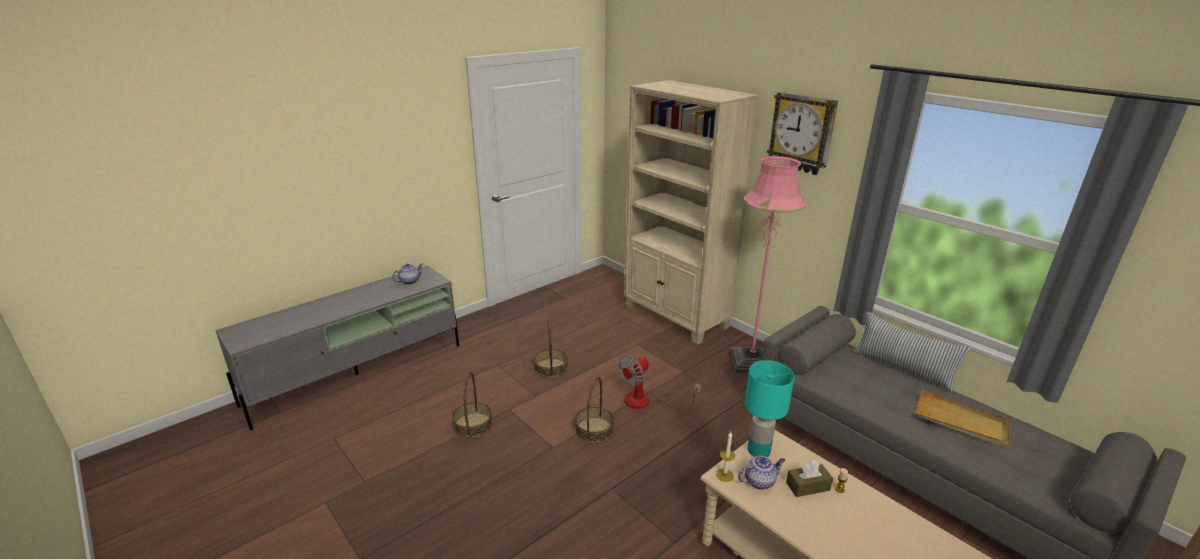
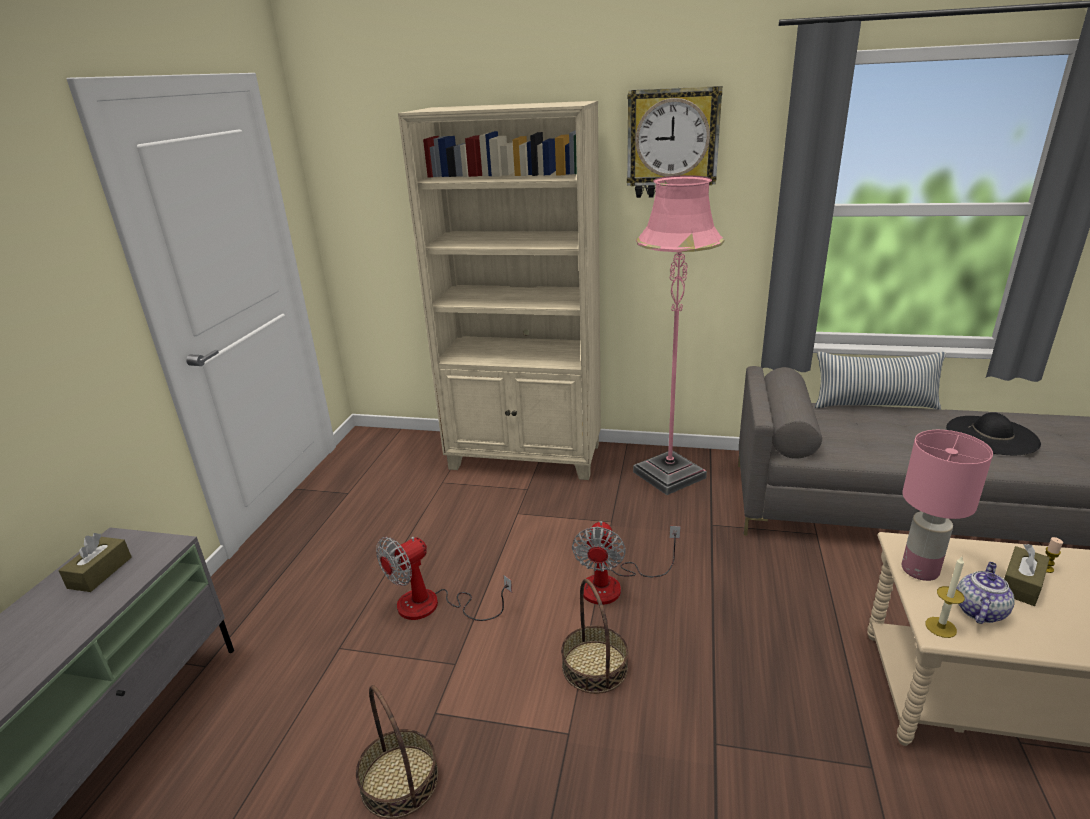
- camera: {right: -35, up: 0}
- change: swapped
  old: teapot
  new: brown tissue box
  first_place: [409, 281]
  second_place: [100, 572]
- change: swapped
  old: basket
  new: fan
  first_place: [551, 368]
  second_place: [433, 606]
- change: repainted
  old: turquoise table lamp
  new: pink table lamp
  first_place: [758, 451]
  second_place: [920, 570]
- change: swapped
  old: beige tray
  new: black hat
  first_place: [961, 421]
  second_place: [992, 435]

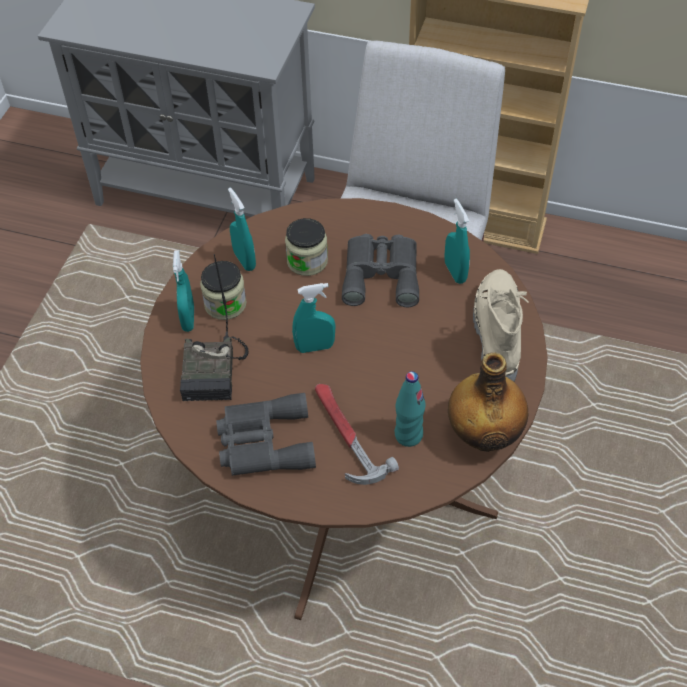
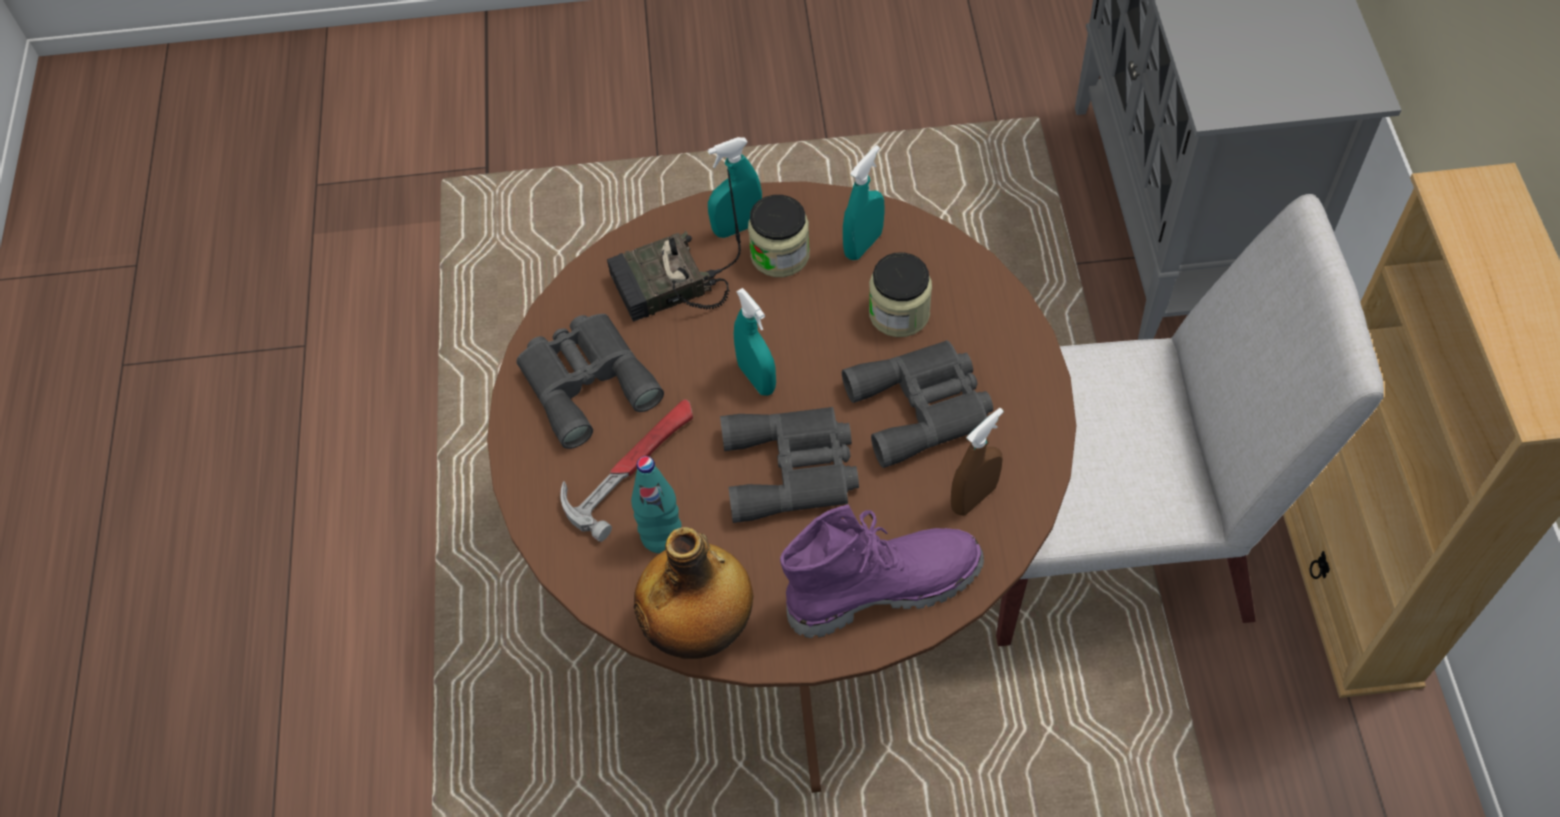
- camera: {right: 70, up: 5}
- change: new
  new: grey binoculars
  second_place: [793, 470]
- change: repainted
  old: beige boot
  new: purple boot
  first_place: [495, 334]
  second_place: [883, 587]
- change: repainted
  old: turquoise spray bottle
  new: brown spray bottle
  first_place: [455, 272]
  second_place: [973, 497]

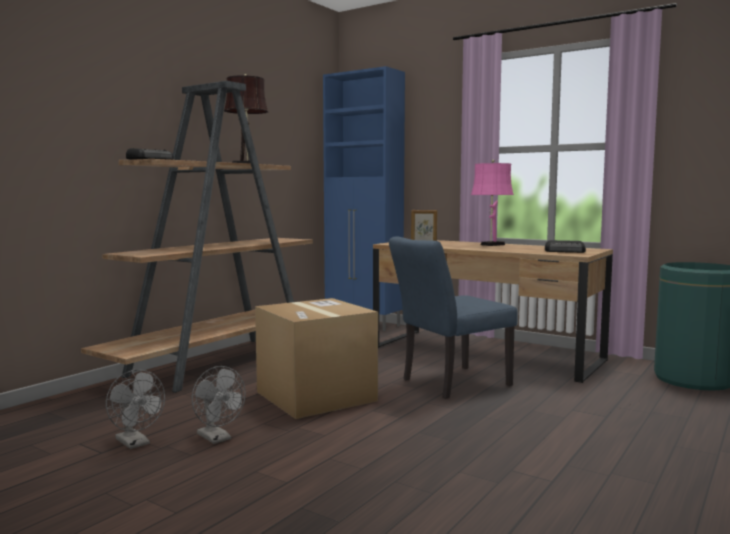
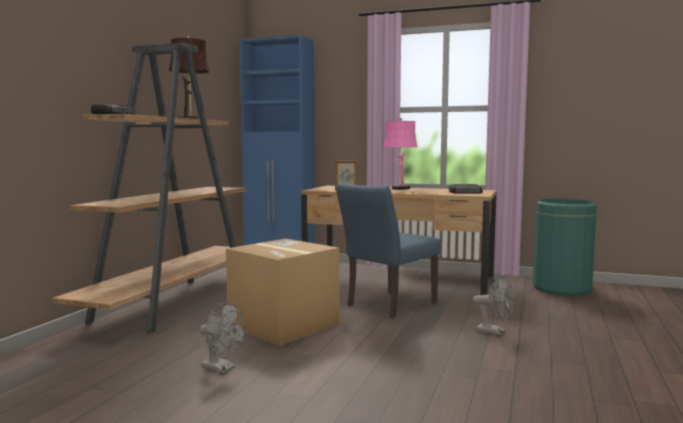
- camera: {right: -15, up: 0}
- change: shifted
  old: grey fan
  first_place: [136, 443]
  second_place: [495, 332]

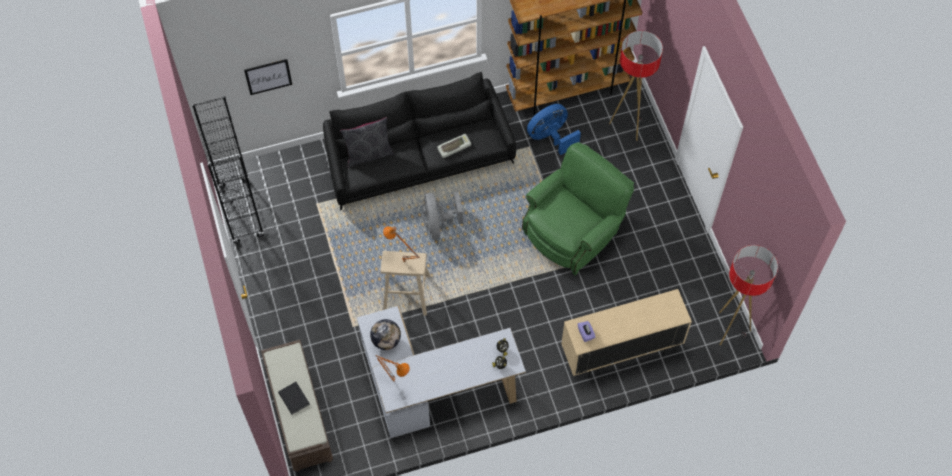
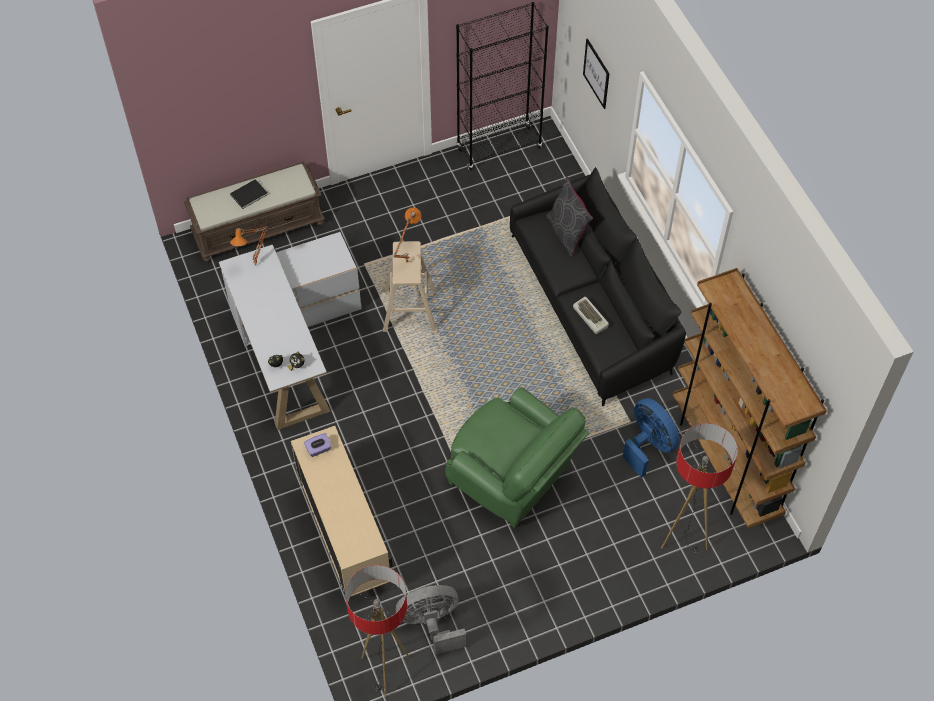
- camera: {right: 85, up: -5}
- change: shifted
  old: grey fan
  first_place: [438, 224]
  second_place: [432, 624]
- change: gone
  old: globe
  first_place: [386, 340]

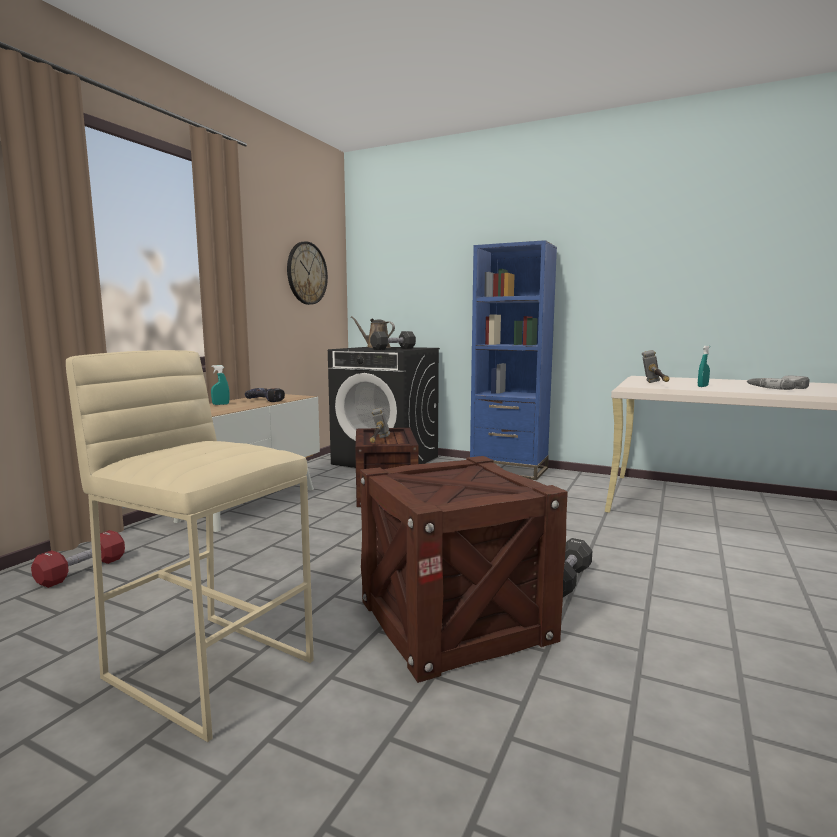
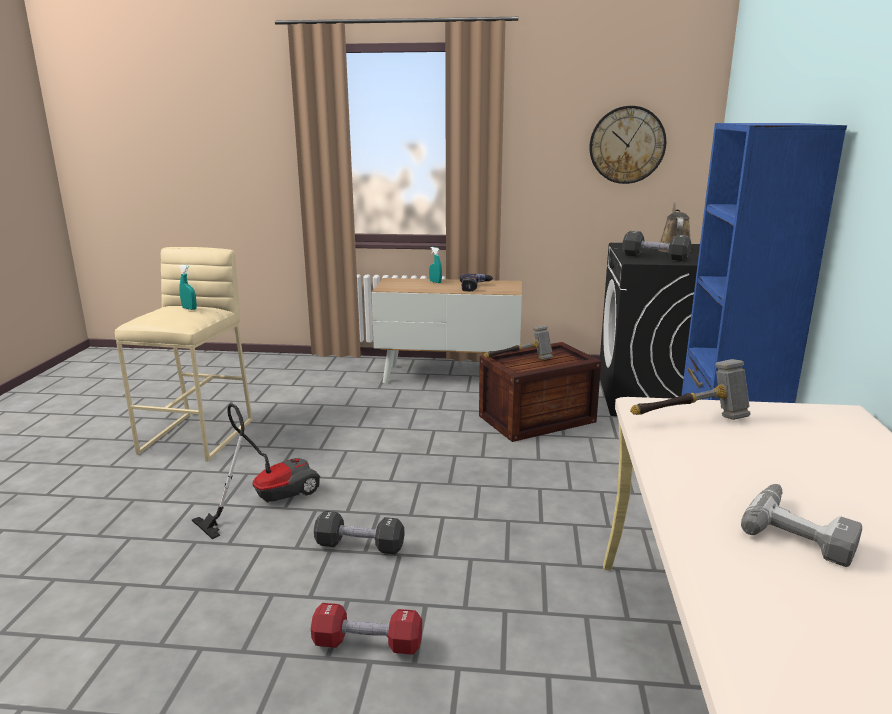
- camera: {right: 70, up: 10}
- change: shifted
  old: turquoise spray bottle
  first_place: [702, 386]
  second_place: [189, 309]
- change: swapped
  old: crate
  new: vacuum cleaner
  first_place: [454, 620]
  second_place: [267, 499]
- change: shifted
  old: red dumbbell
  first_place: [82, 571]
  second_place: [367, 644]

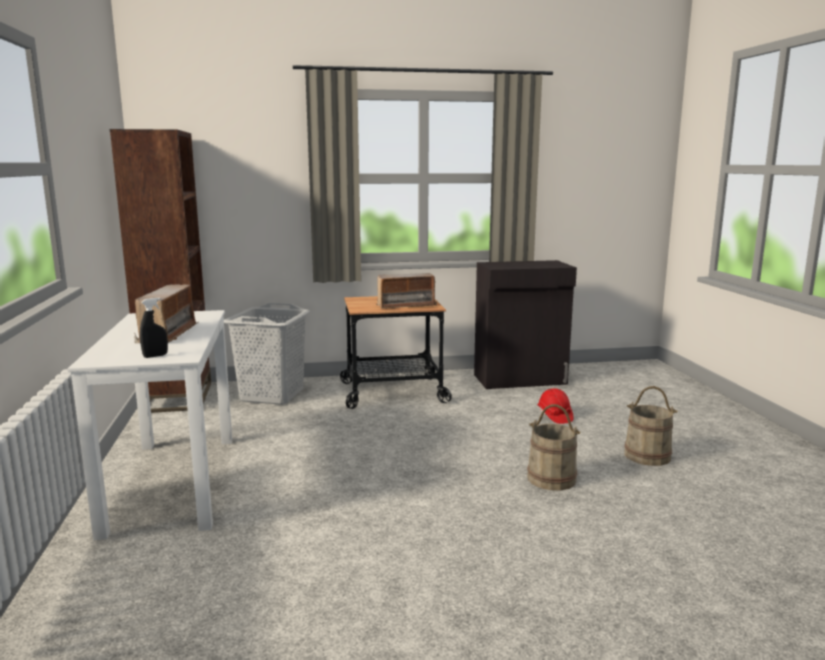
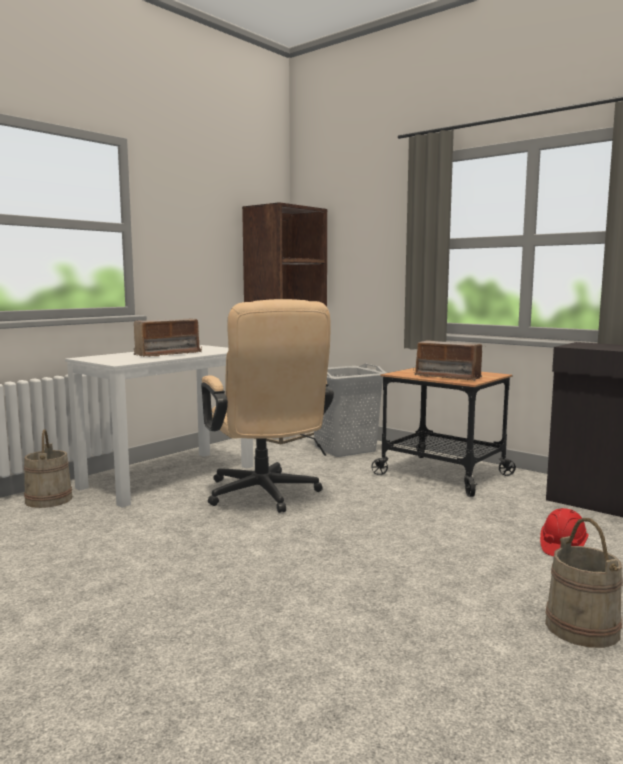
- camera: {right: 50, up: -5}
- change: shifted
  old: beige bucket
  first_place: [551, 478]
  second_place: [49, 500]
- change: new
  new: beige office chair
  second_place: [265, 496]
- change: gone
  old: black spray bottle
  first_place: [155, 356]

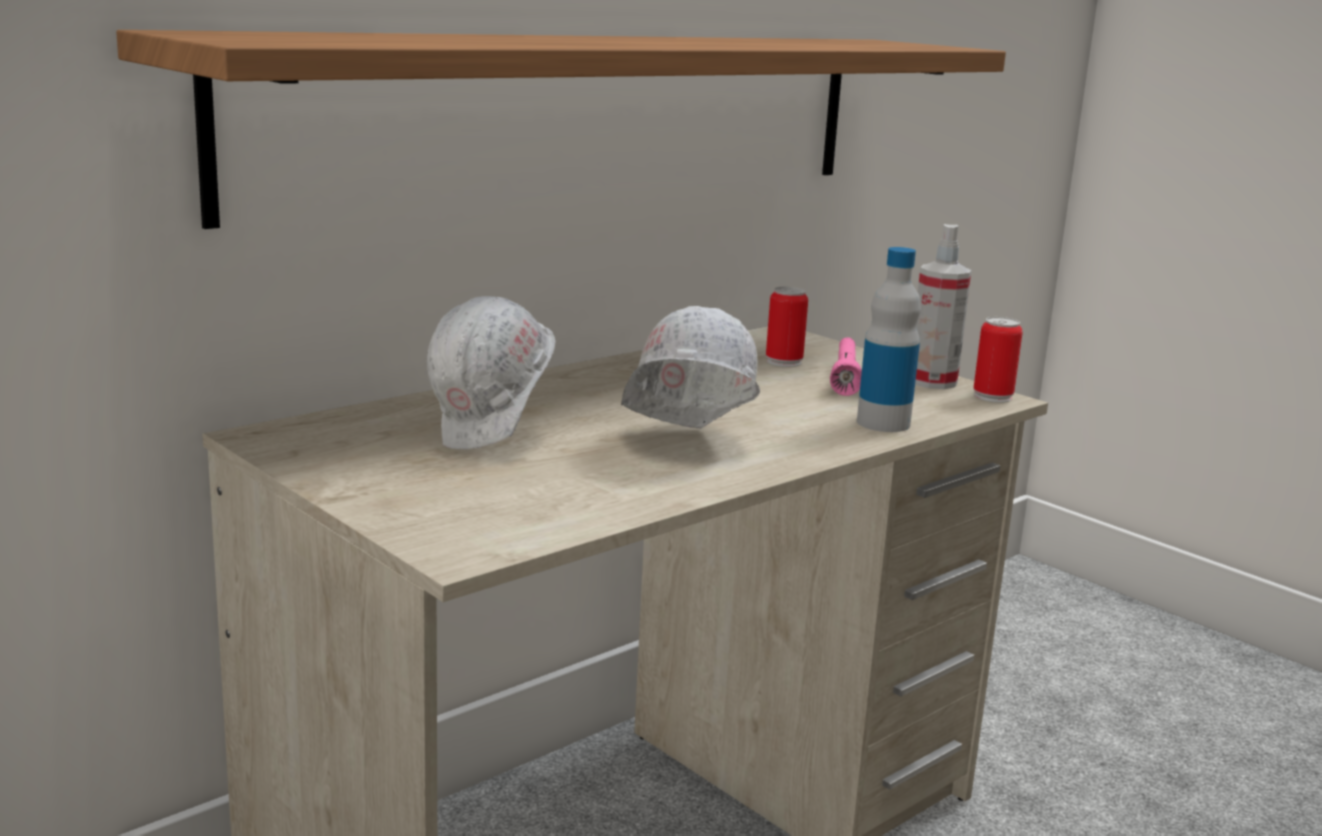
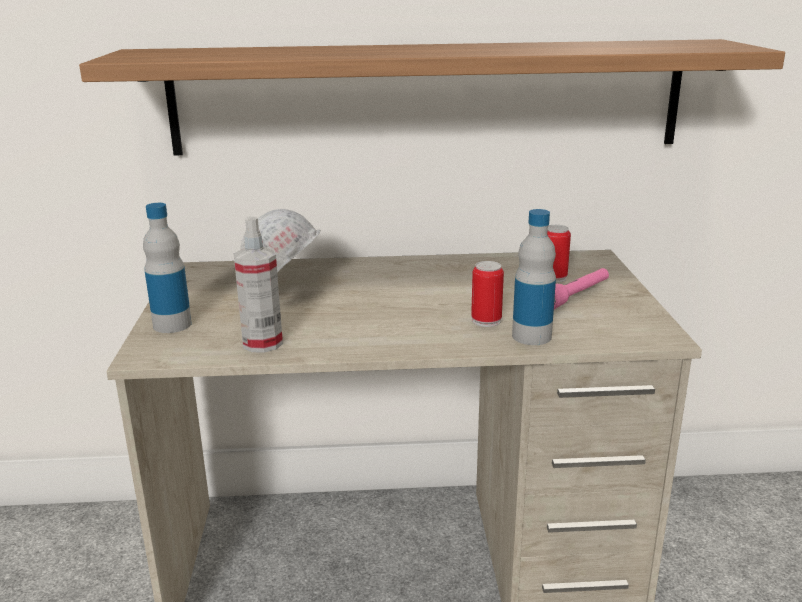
- camera: {right: 40, up: 5}
- change: new
  new: bottle
  second_place: [172, 325]
- change: shifted
  old: spray bottle
  first_place: [932, 381]
  second_place: [262, 343]
- change: shifted
  old: can
  first_place: [992, 396]
  second_place: [486, 321]
- change: gone
  old: white hard hat
  first_place: [685, 444]

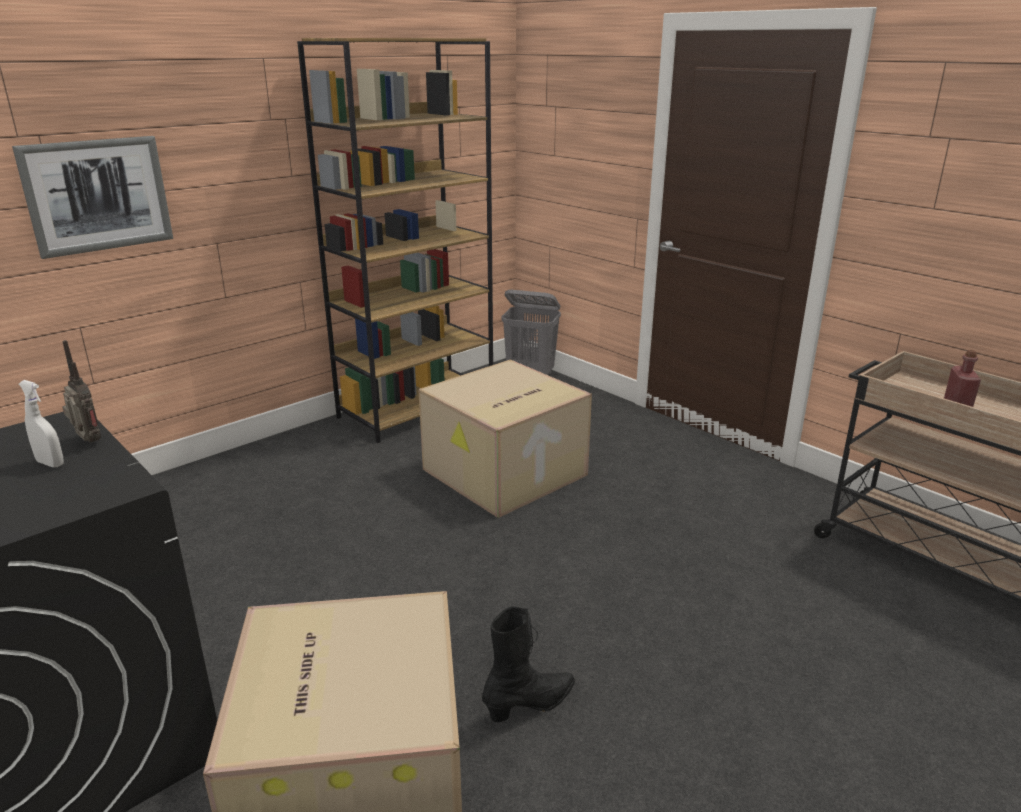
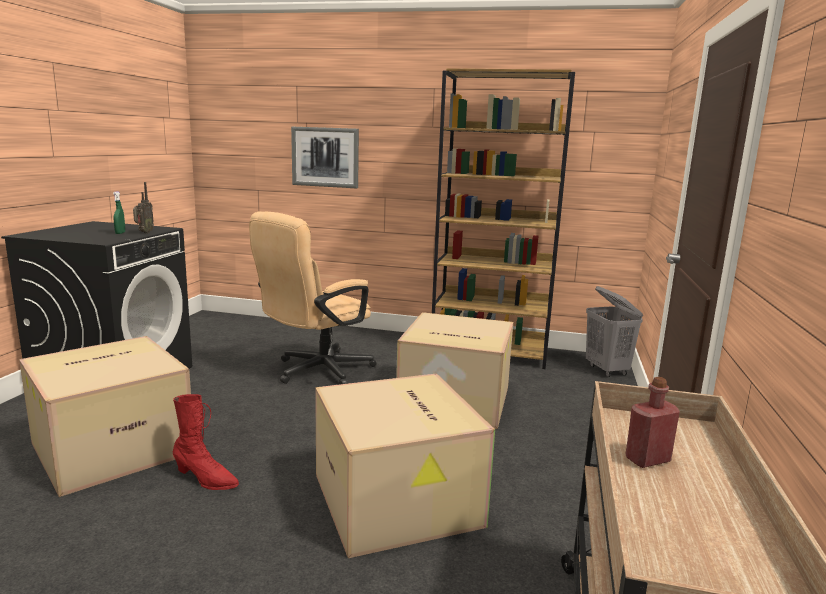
- camera: {right: 55, up: -10}
- change: repainted
  old: white spray bottle
  new: green spray bottle
  first_place: [50, 463]
  second_place: [120, 233]
- change: repainted
  old: black boot
  new: red boot
  first_place: [531, 704]
  second_place: [205, 479]
- change: new
  new: beige office chair
  second_place: [315, 372]
- change: new
  new: cardboard box
  second_place: [399, 500]

